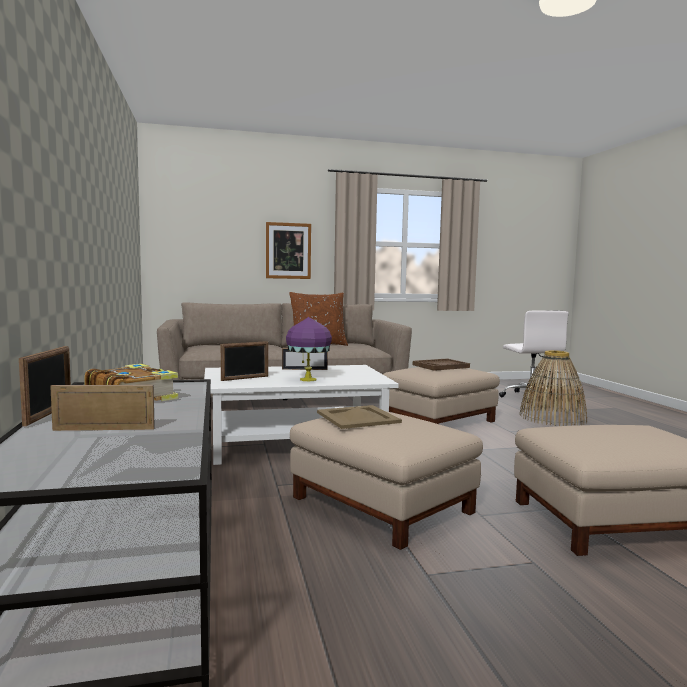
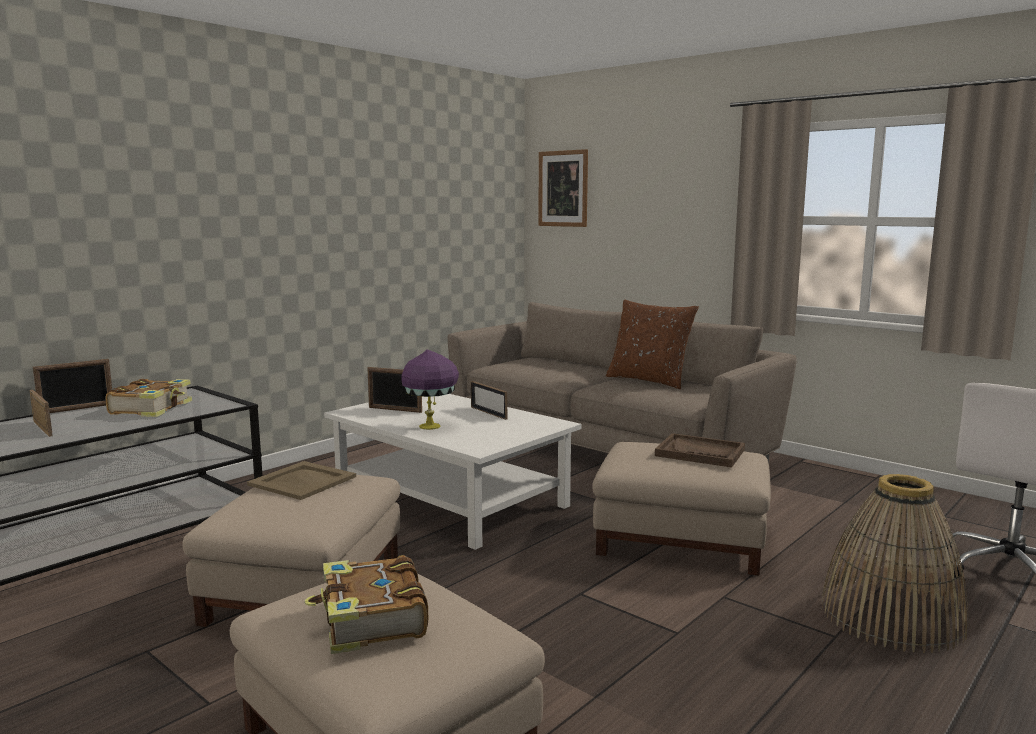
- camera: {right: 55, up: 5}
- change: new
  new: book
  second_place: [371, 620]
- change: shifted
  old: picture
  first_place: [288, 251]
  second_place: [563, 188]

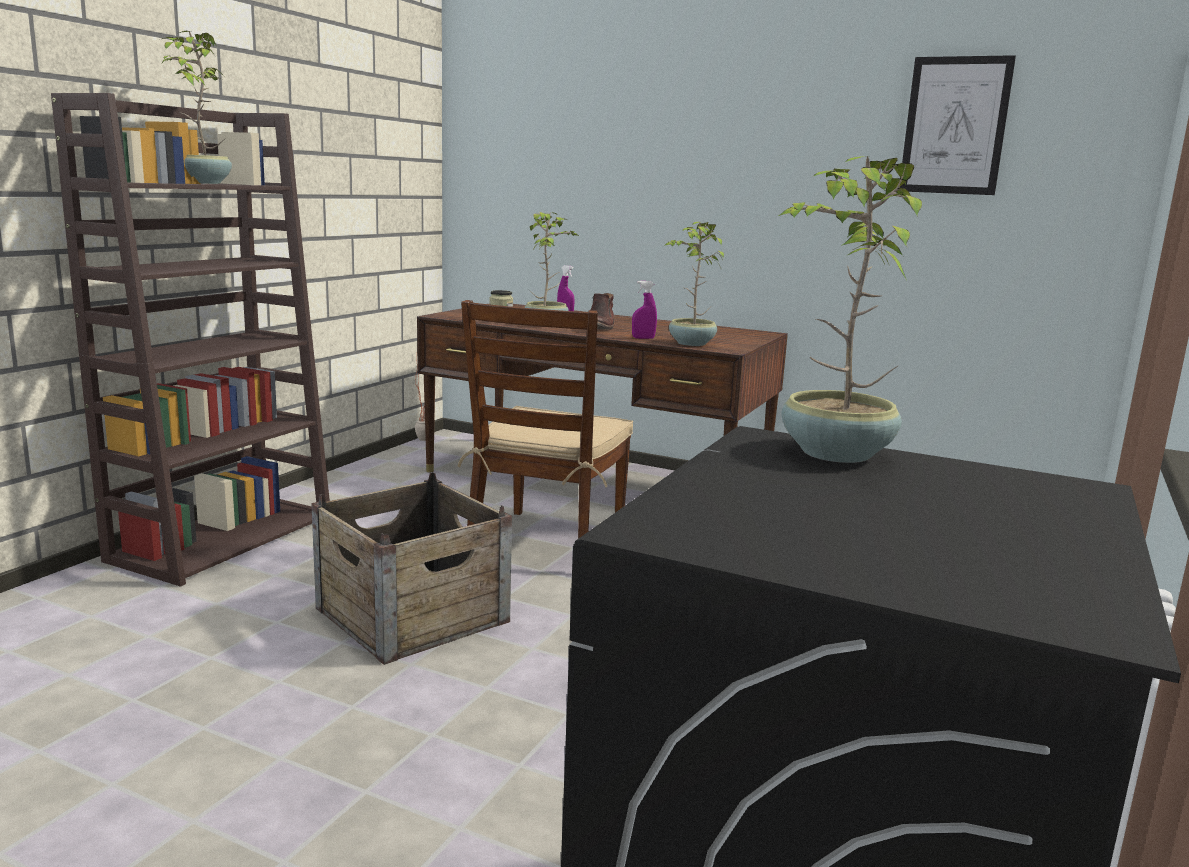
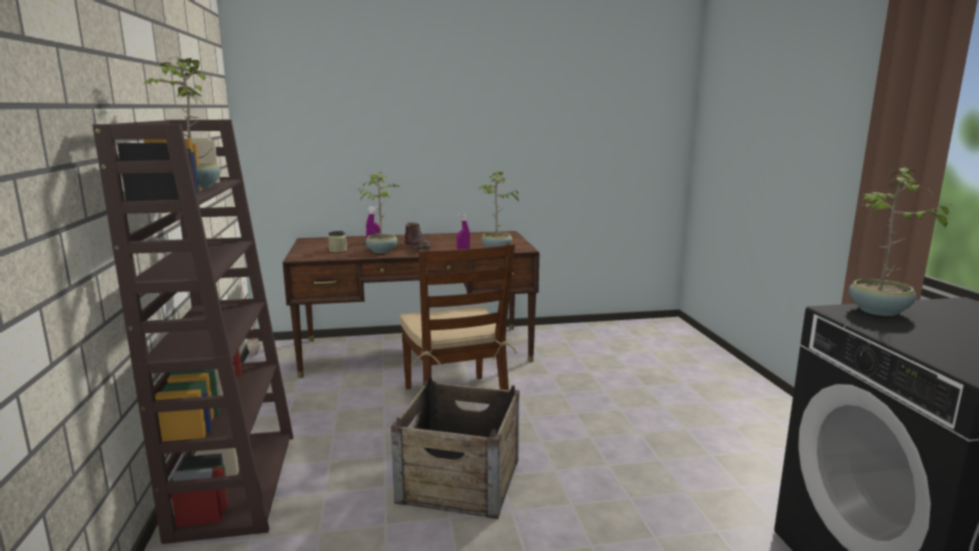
- camera: {right: -35, up: 0}
- change: gone
  old: picture
  first_place: [955, 126]

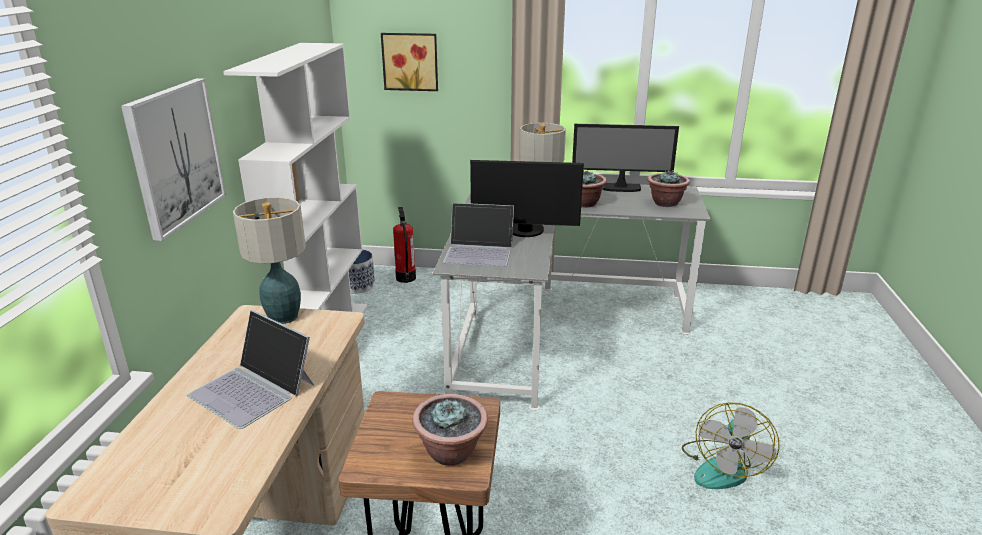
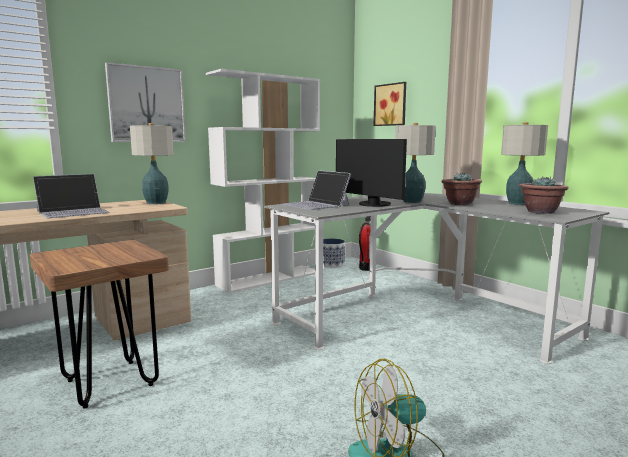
- camera: {right: 45, up: -15}
- change: rotated
  old: laptop
  first_place: [253, 389]
  second_place: [74, 212]
  degrees: -120
- change: swapped
  old: monitor
  new: table lamp
  first_place: [620, 188]
  second_place: [519, 203]
- change: gone
  old: potted plant
  first_place: [451, 452]

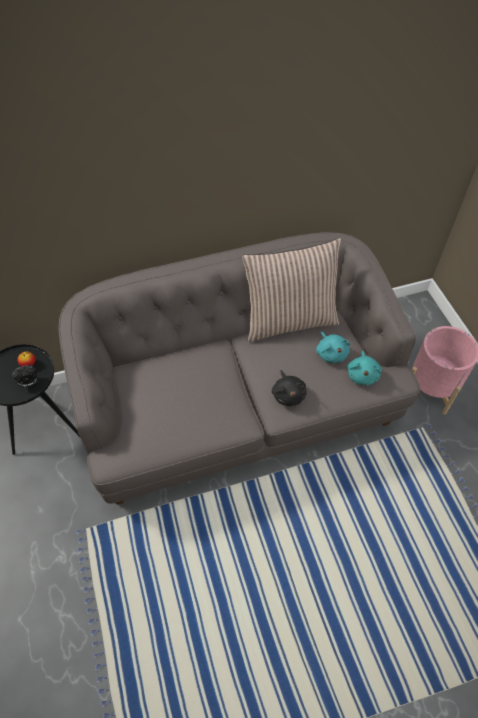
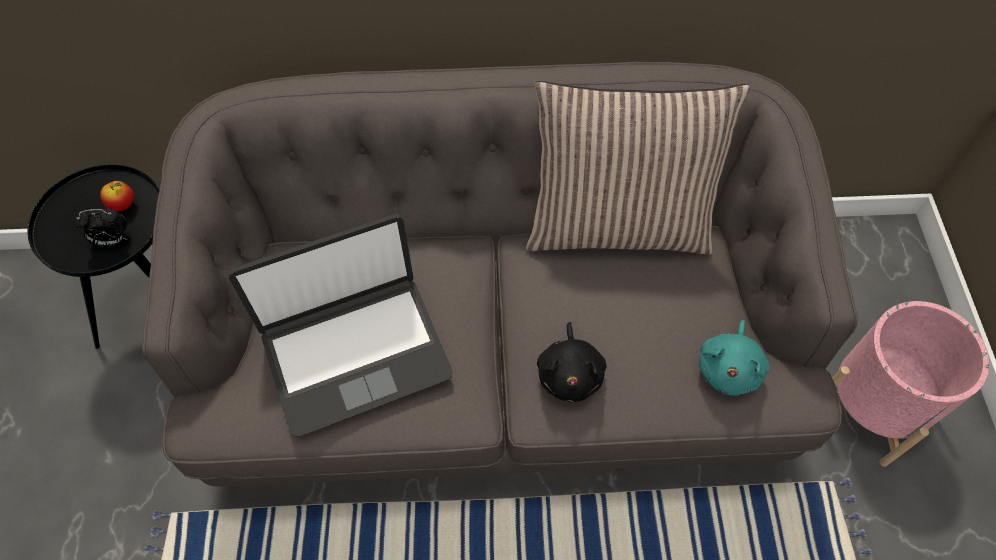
- camera: {right: 15, up: 5}
- change: new
  new: laptop
  second_place: [355, 353]
- change: gone
  old: turquoise plush toy
  first_place: [331, 353]

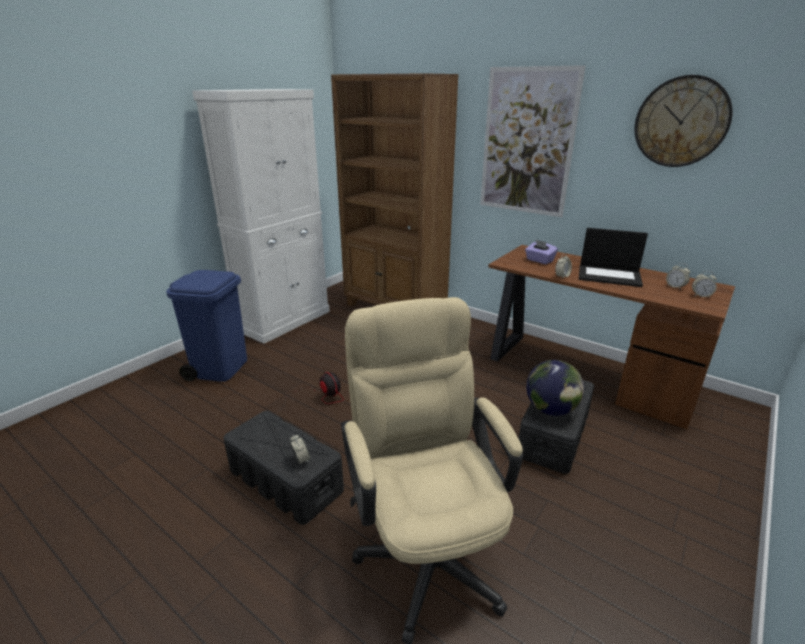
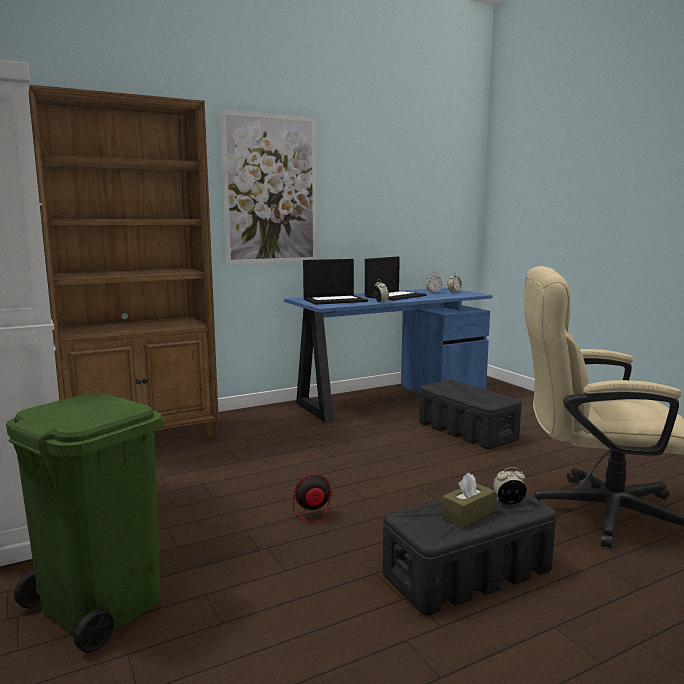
- camera: {right: -65, up: -15}
- change: repainted
  old: blue trash can
  new: green trash can
  first_place: [220, 368]
  second_place: [99, 604]
- change: repainted
  old: brown desk
  new: blue desk
  first_place: [585, 372]
  second_place: [388, 399]
- change: swapped
  old: purple tissue box
  new: laptop
  first_place: [539, 260]
  second_place: [335, 300]
- change: new
  new: brown tissue box
  second_place: [468, 513]
- change: gone
  old: globe
  first_place: [550, 410]
- change: gone
  old: wall clock
  first_place: [681, 122]

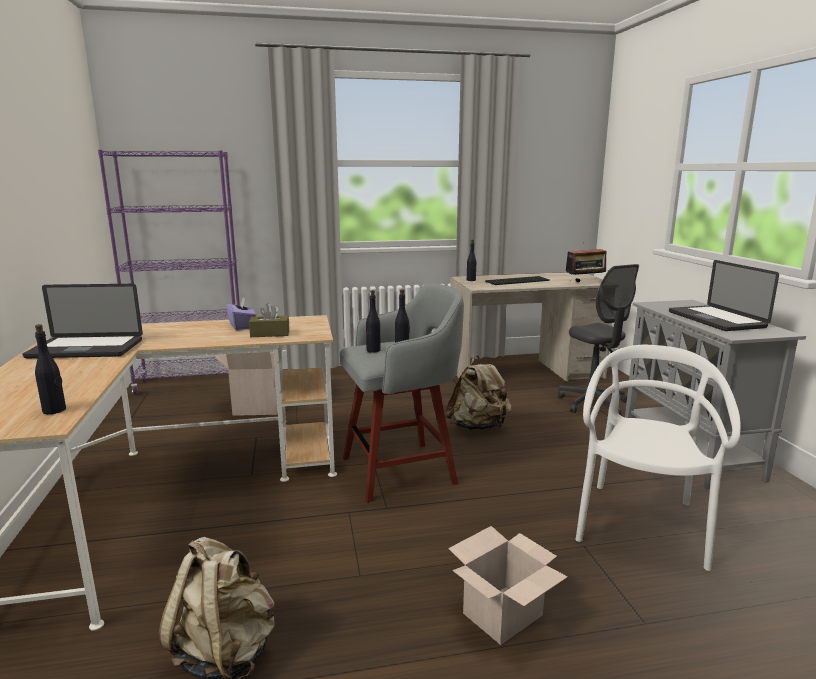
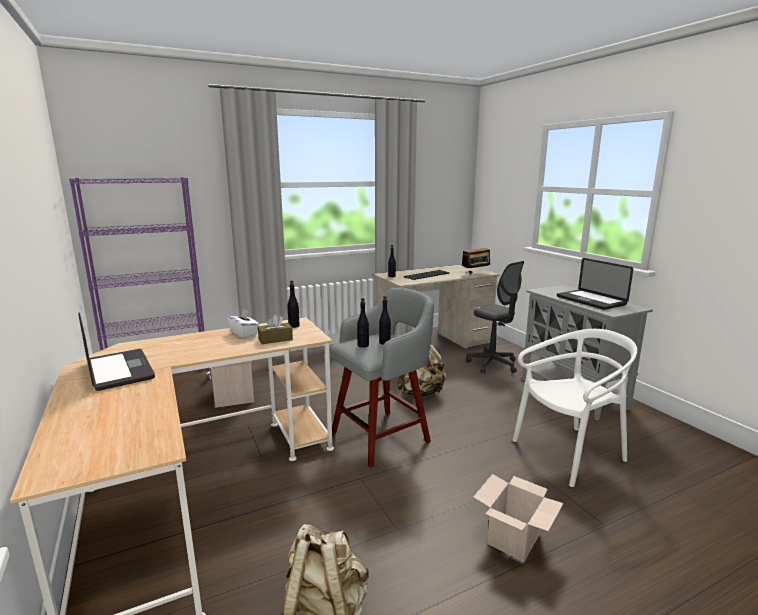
- camera: {right: -15, up: 0}
- change: rotated
  old: laptop
  first_place: [86, 349]
  second_place: [119, 370]
  degrees: -105
- change: repainted
  old: purple tissue box
  new: white tissue box
  first_place: [242, 326]
  second_place: [244, 334]
- change: shifted
  old: black bottle
  first_place: [54, 410]
  second_place: [294, 326]
- change: rotated
  old: white chair
  first_place: [641, 524]
  second_place: [569, 453]
  degrees: 60

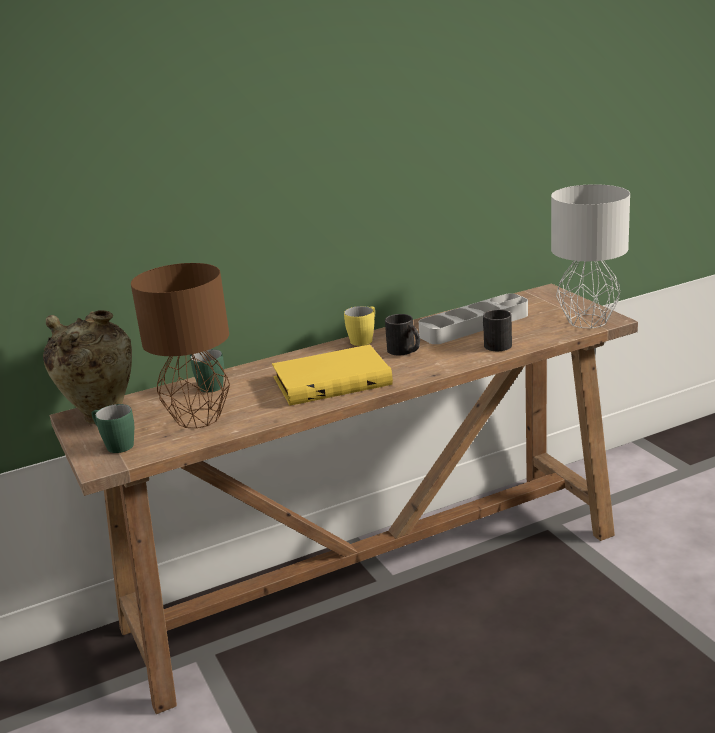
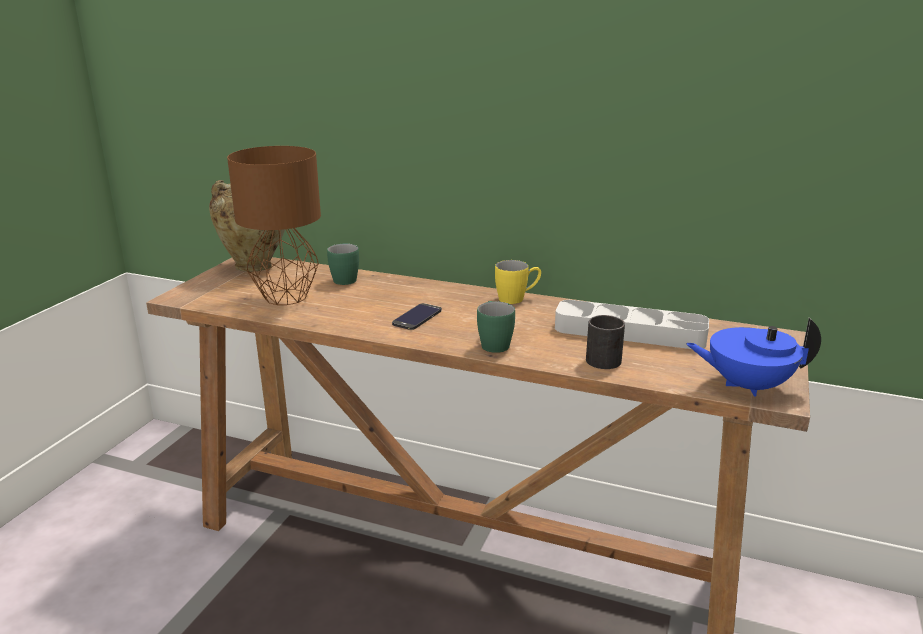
- camera: {right: 45, up: 0}
- change: swapped
  old: yellow book
  new: phone
  first_place: [332, 380]
  second_place: [417, 317]
- change: shifted
  old: green mug
  first_place: [115, 445]
  second_place: [493, 343]
- change: swapped
  old: grey table lamp
  new: blue teapot
  first_place: [586, 321]
  second_place: [747, 385]
- change: gone
  old: black mug
  first_place: [405, 351]

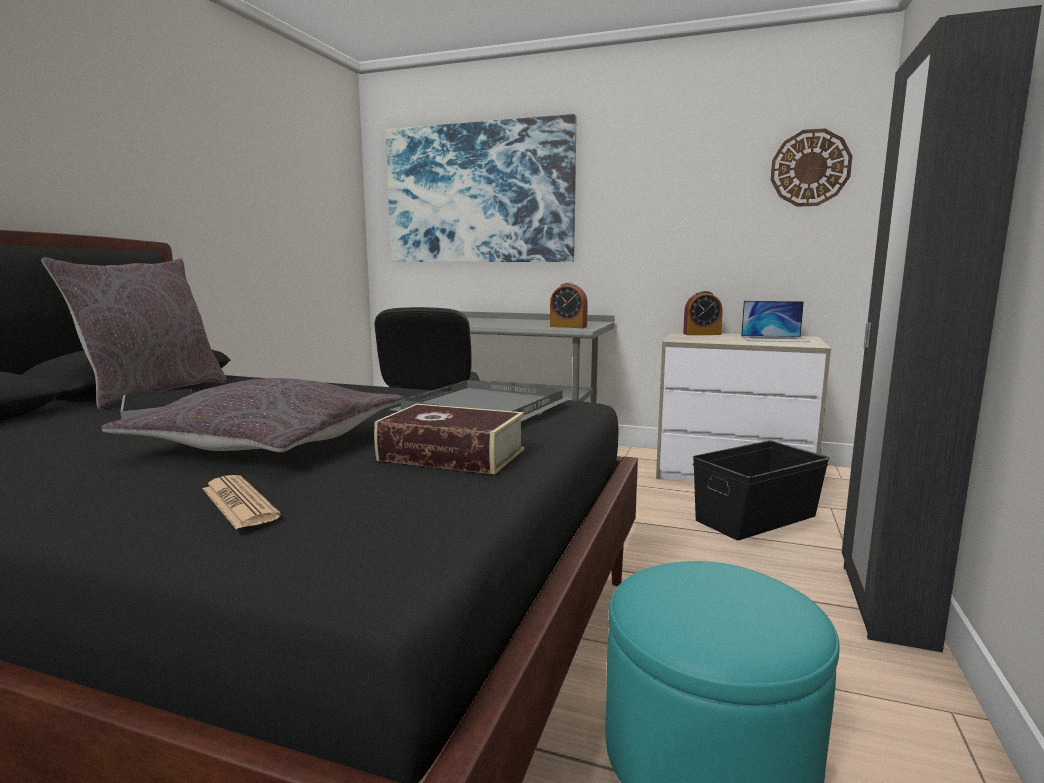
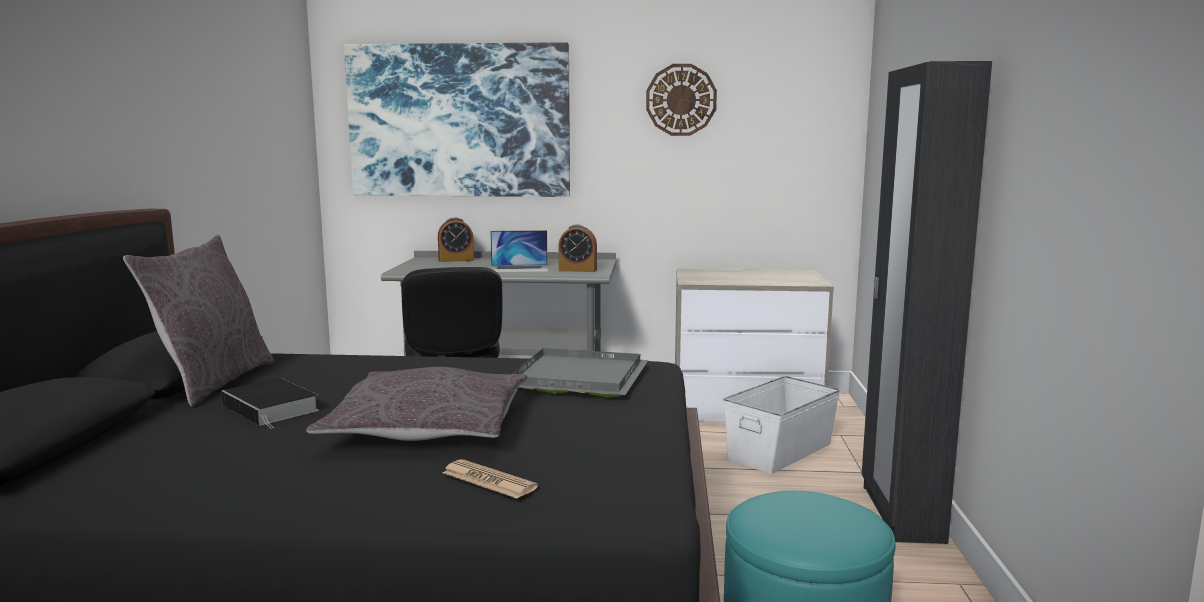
- camera: {right: -15, up: 0}
- change: shifted
  old: alarm clock
  first_place: [701, 334]
  second_place: [456, 260]
- change: shifted
  old: laptop
  first_place: [774, 339]
  second_place: [519, 269]
- change: shifted
  old: wall clock
  first_place: [810, 168]
  second_place: [681, 100]
- change: repainted
  old: black storage box
  new: white storage box
  first_place: [754, 518]
  second_place: [779, 451]
- change: gone
  old: book
  first_place: [452, 455]

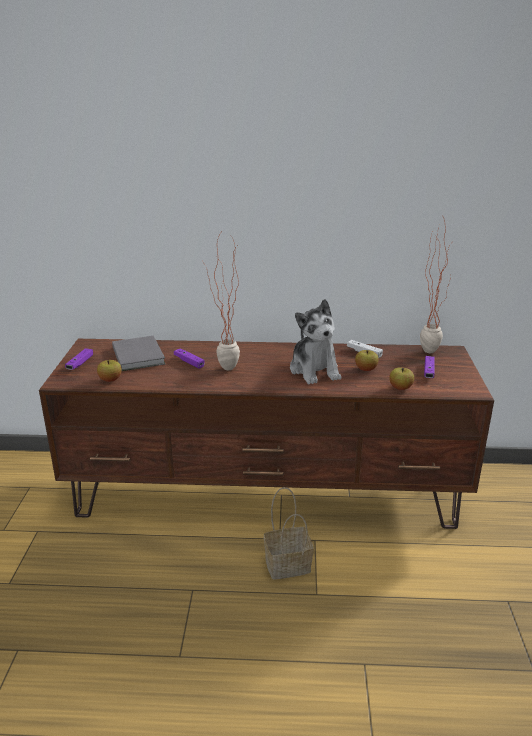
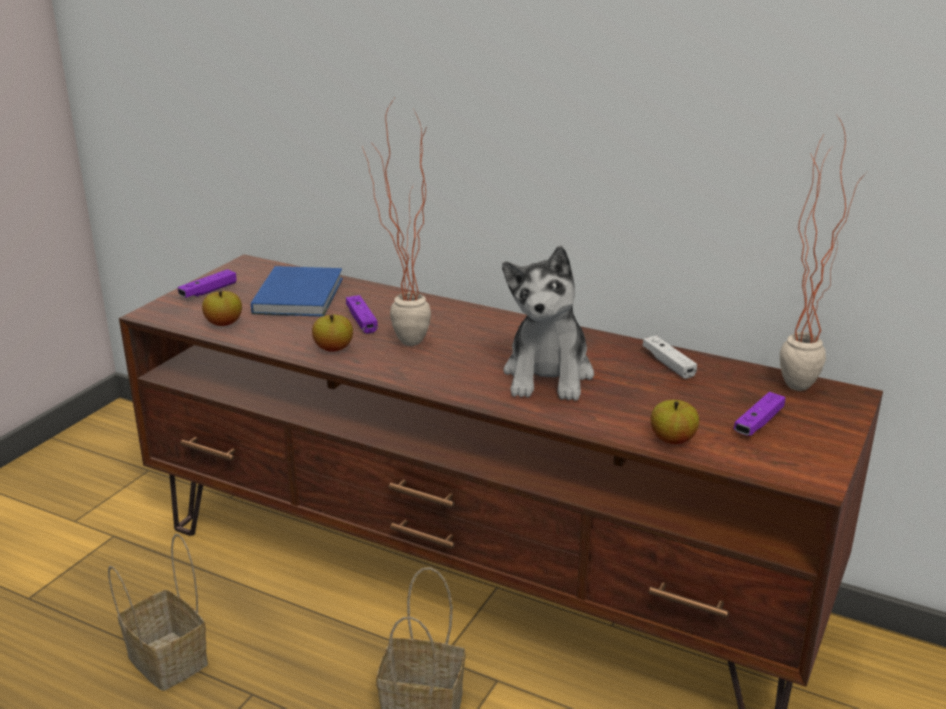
- camera: {right: 25, up: 0}
- change: new
  new: basket
  second_place: [165, 660]
- change: repainted
  old: grey book
  new: blue book
  first_place: [139, 355]
  second_place: [301, 295]
- change: shifted
  old: apple
  first_place: [366, 369]
  second_place: [333, 349]

